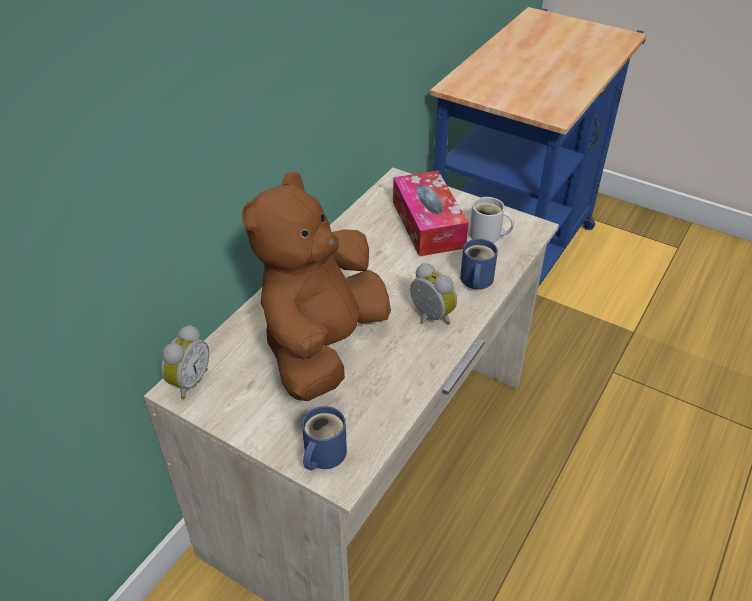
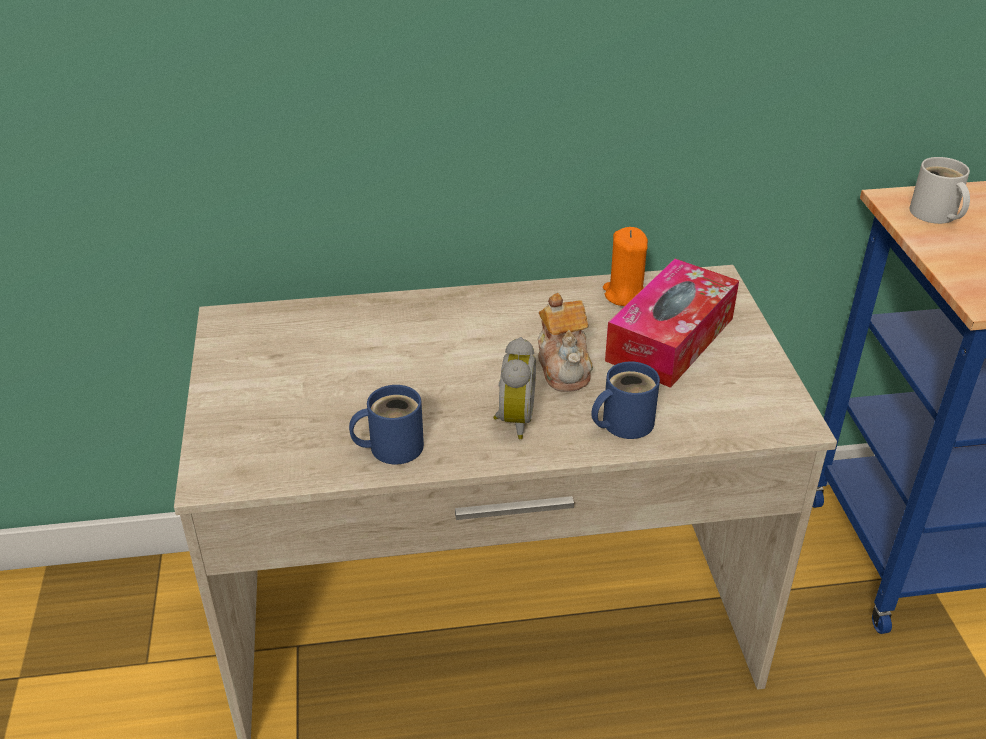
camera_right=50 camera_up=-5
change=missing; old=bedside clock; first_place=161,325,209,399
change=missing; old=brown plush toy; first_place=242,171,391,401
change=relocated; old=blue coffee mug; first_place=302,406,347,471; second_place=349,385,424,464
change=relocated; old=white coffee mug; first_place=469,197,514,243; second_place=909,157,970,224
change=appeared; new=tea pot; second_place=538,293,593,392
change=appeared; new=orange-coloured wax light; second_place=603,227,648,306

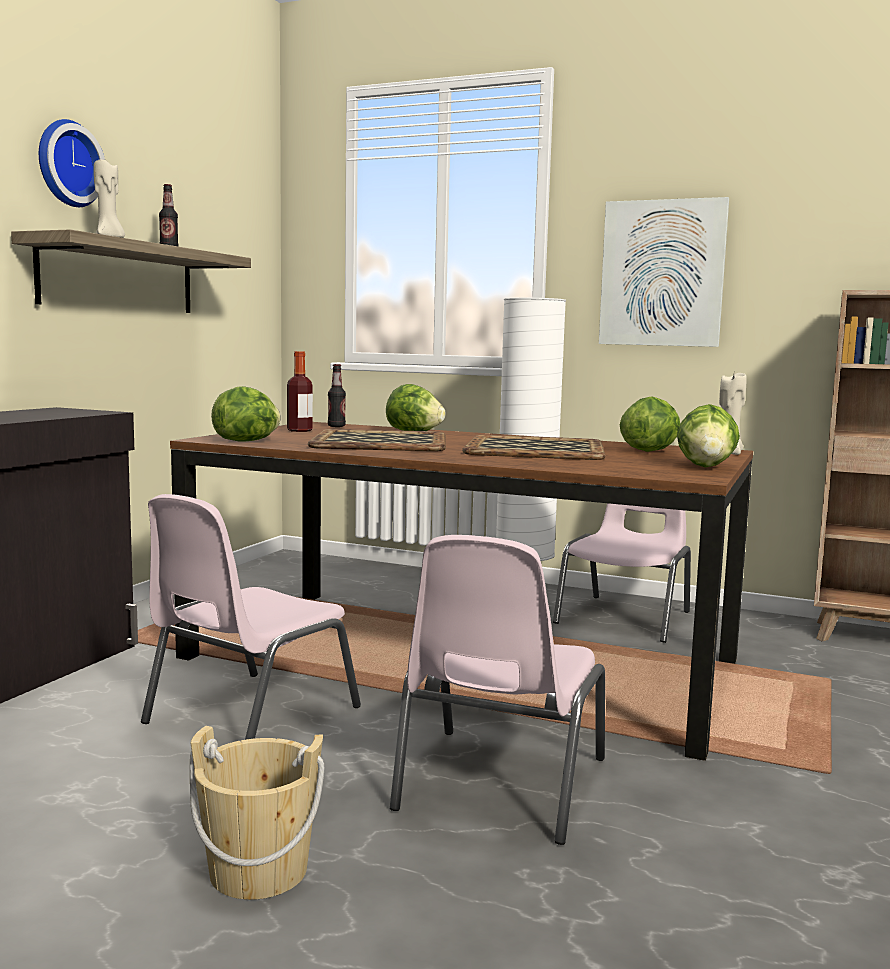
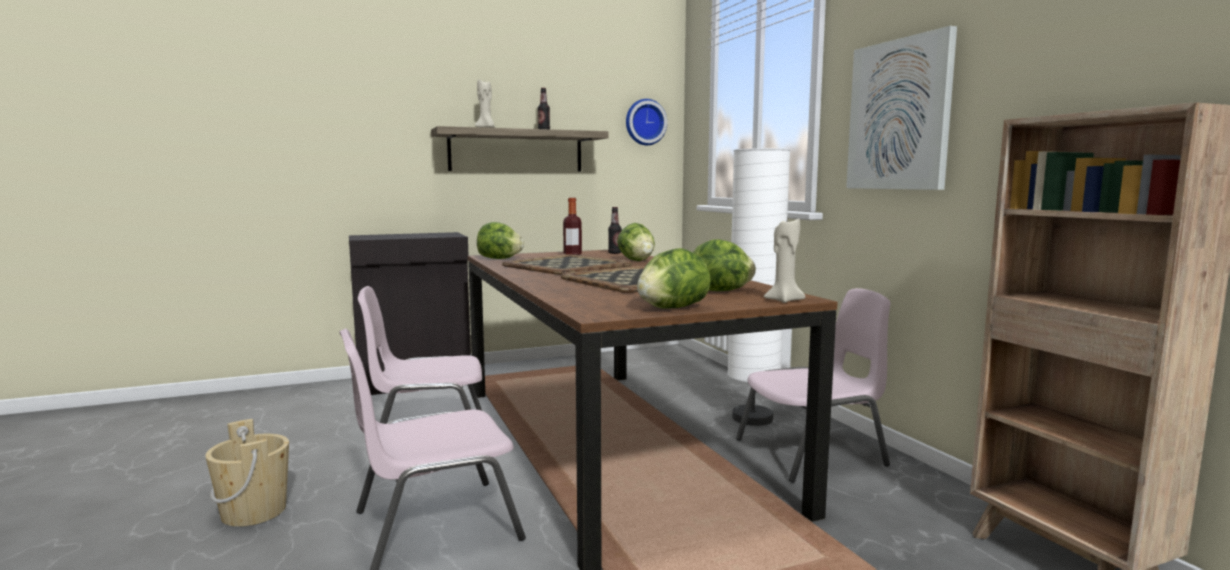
camera_right=45 camera_up=0
change=relocated; old=clock on the wall; first_place=39,119,105,207; second_place=626,99,667,145

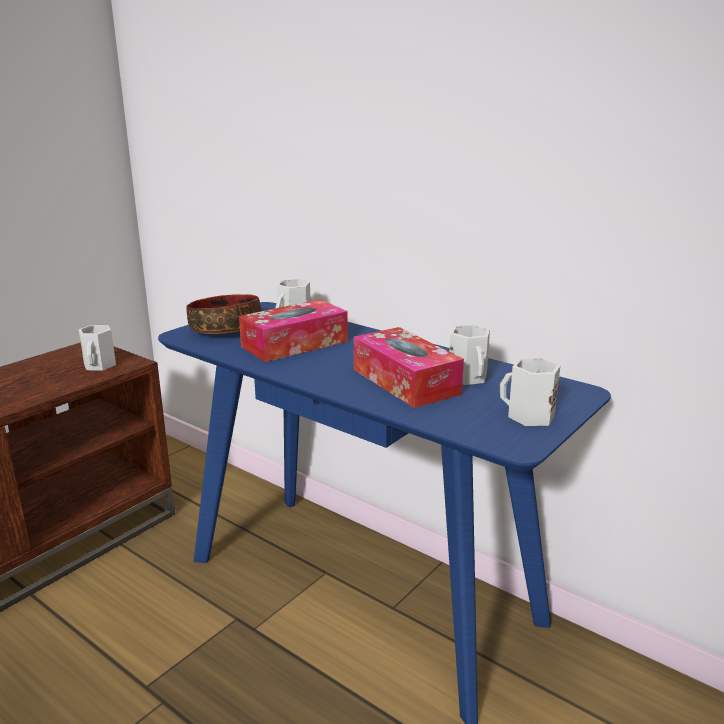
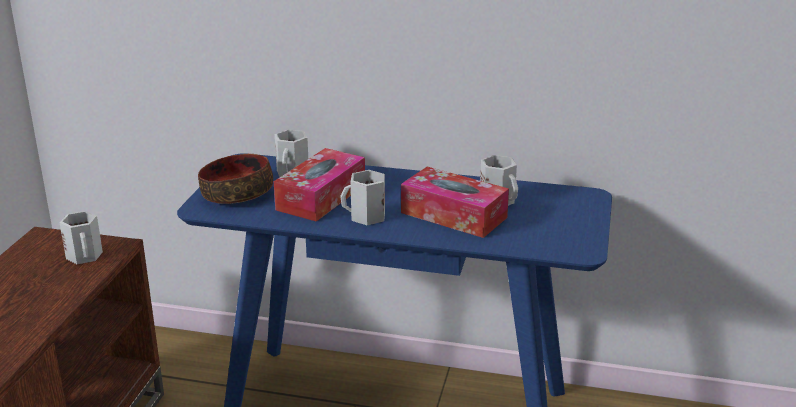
camera_right=-25 camera_up=5
change=relocated; old=white coffee mug; first_place=500,358,560,426; second_place=340,170,385,225

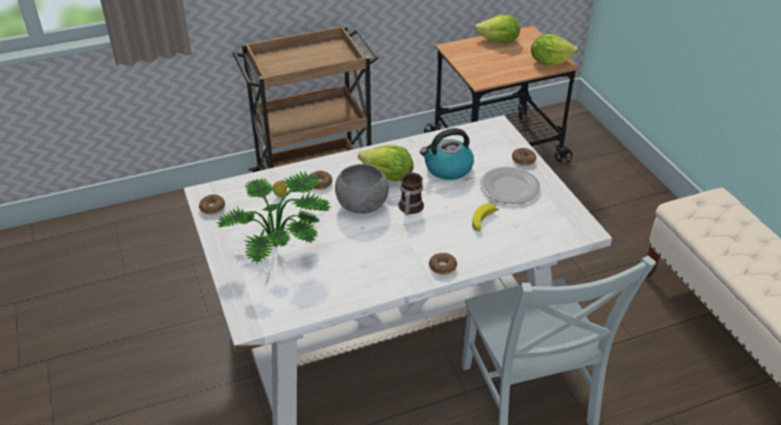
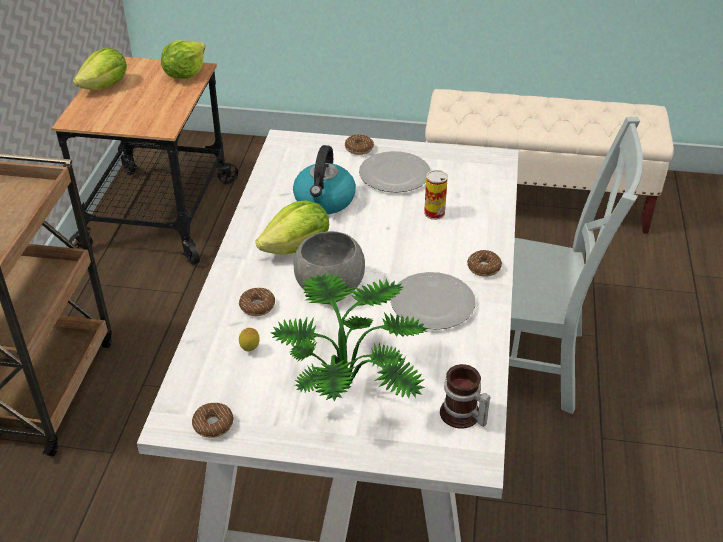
camera_right=-60 camera_up=0
change=relocated; old=coffee mug; first_place=398,173,424,215; second_place=440,364,491,429
change=exchanged; old=banana fruit; new=can; first_place=472,203,499,231; second_place=424,170,448,220
change=appeared; new=plate; second_place=391,272,476,330

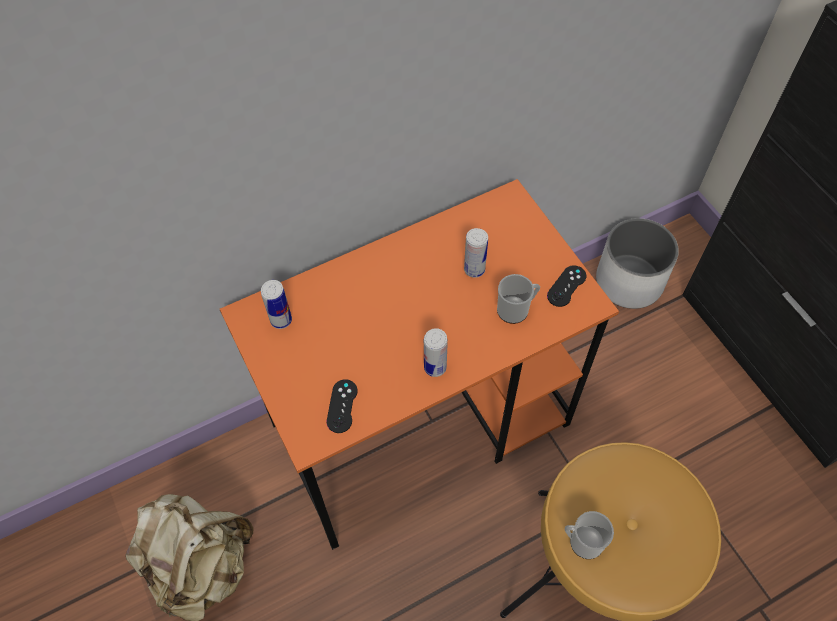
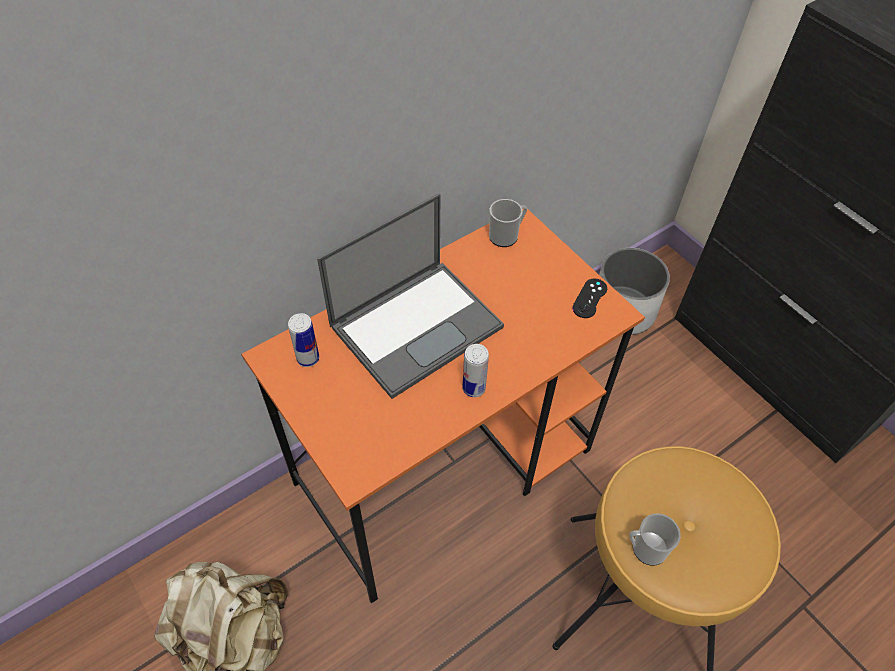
camera_right=-10 camera_up=-5
change=missing; old=blackish gamepad; first_place=326,379,358,433
change=missing; old=can; first_place=464,228,488,278
change=relocated; old=coffee mug; first_place=497,274,540,324; second_place=489,199,527,247
change=appeared; new=portable computer; second_place=317,193,504,399

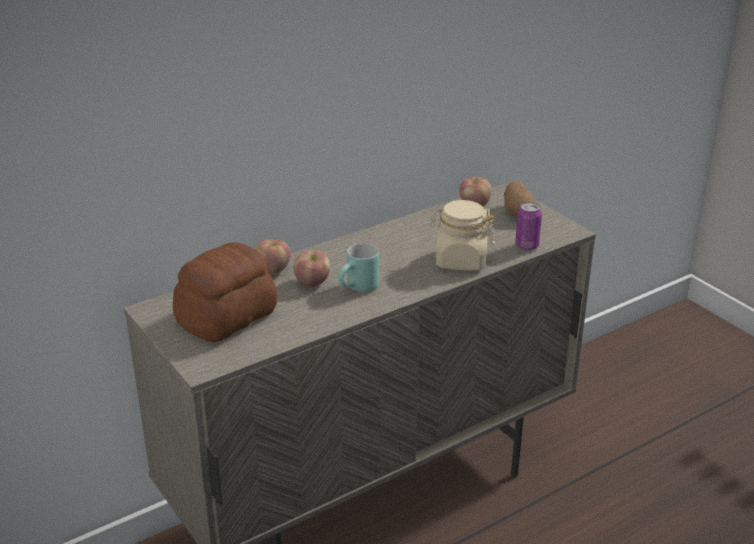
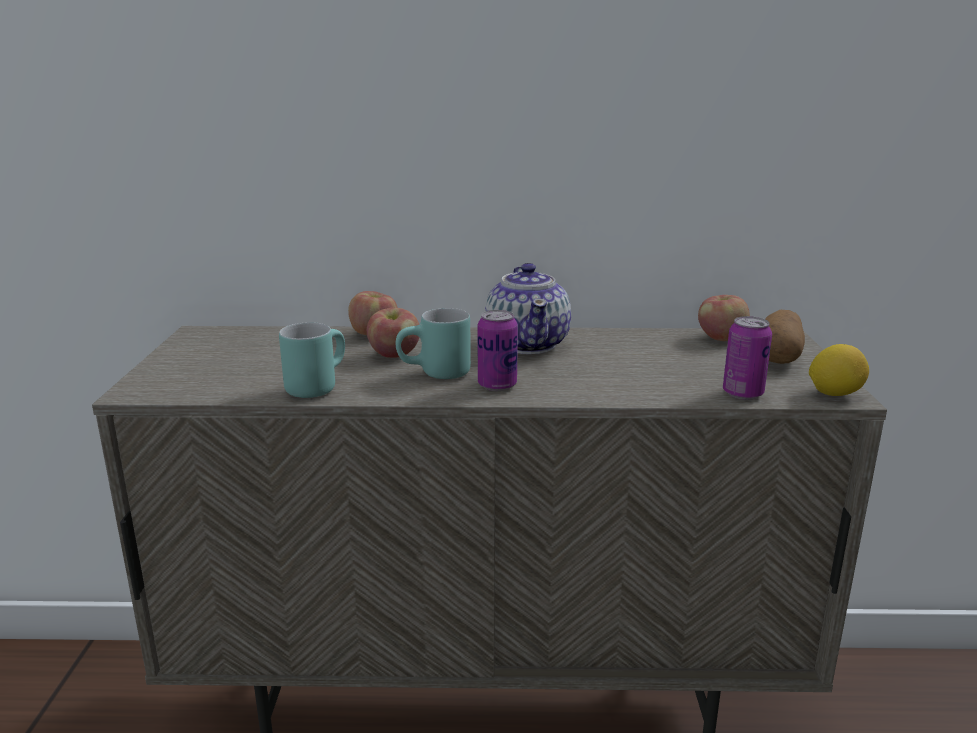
camera_right=35 camera_up=-10
change=missing; old=bakery bread; first_place=173,242,277,342
change=missing; old=sand-coloured preserve jar; first_place=429,200,495,271
change=appeared; new=turquoise coffee mug; second_place=279,322,345,398
change=appeared; new=can; second_place=477,310,518,391
change=appeared; new=tea pot; second_place=485,263,571,354
change=appeared; new=lemon; second_place=809,344,869,396

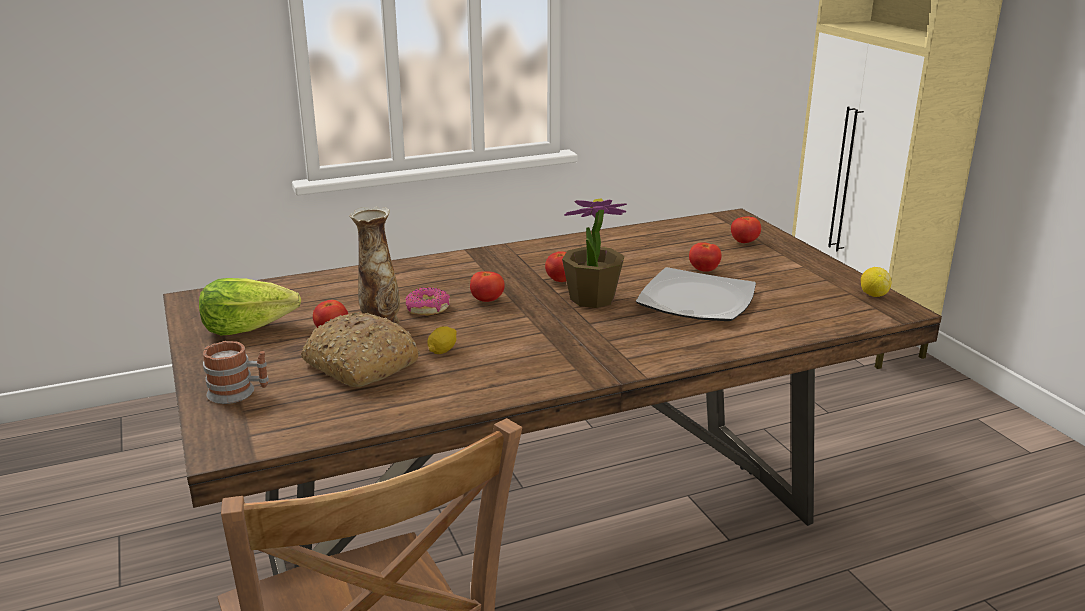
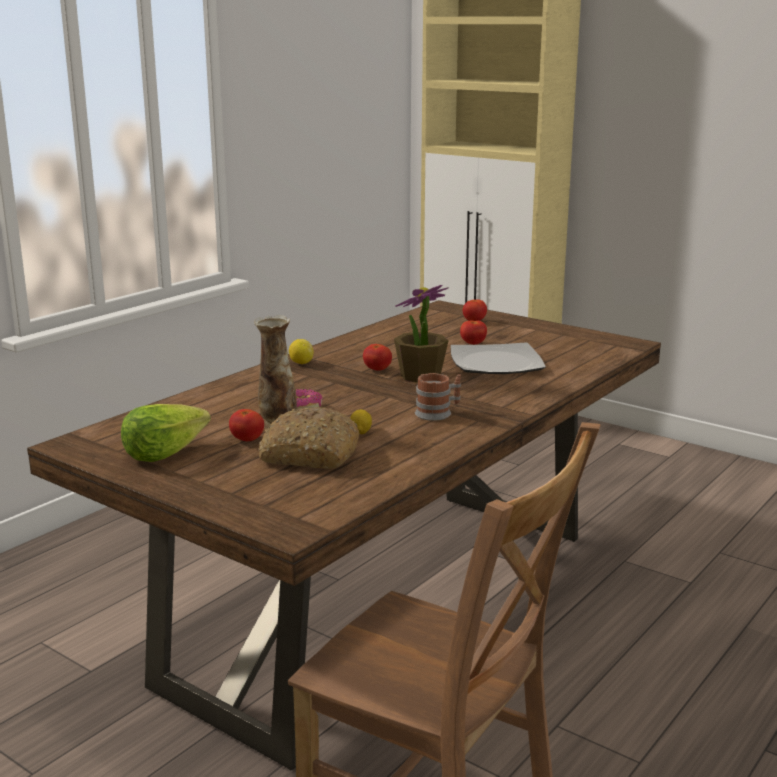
camera_right=-30 camera_up=-5
change=relocated; old=coffee mug; first_place=203,341,269,404; second_place=415,373,461,421
change=missing; old=tomato; first_place=470,271,505,302
change=relocated; old=lemon; first_place=861,267,891,297; second_place=289,339,314,364

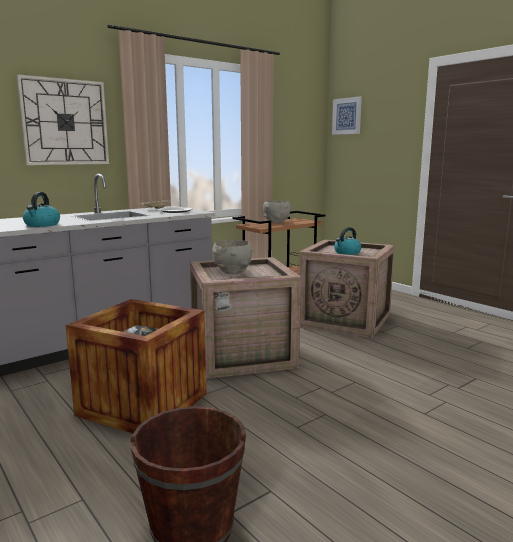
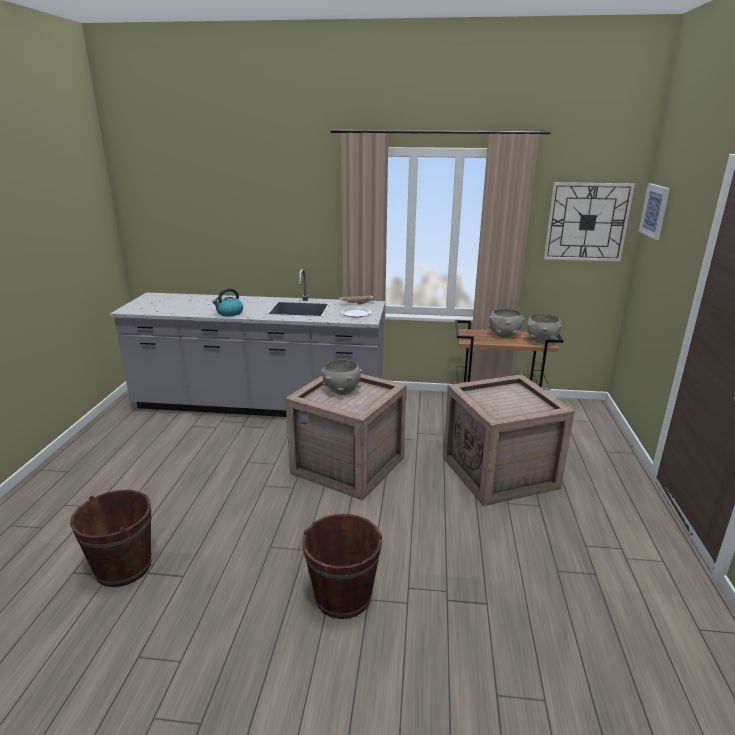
camera_right=45 camera_up=10
change=relocated; old=clock on the wall; first_place=17,74,109,165; second_place=544,182,635,262
change=missing; old=packing crate; first_place=66,299,206,433
change=missing; old=kettle; first_place=334,227,361,255
change=appeared; new=brown pail; second_place=302,514,382,619
change=appeared; new=grey bowl; second_place=527,314,562,344

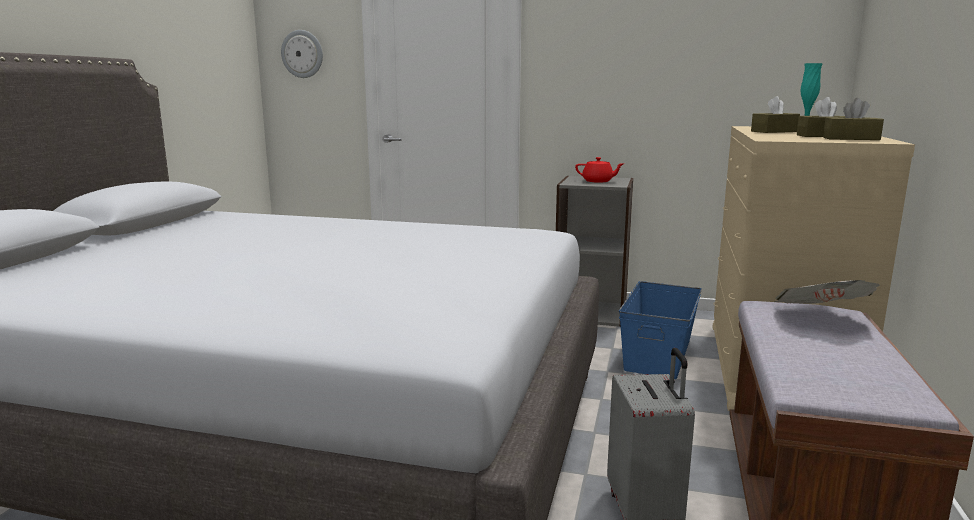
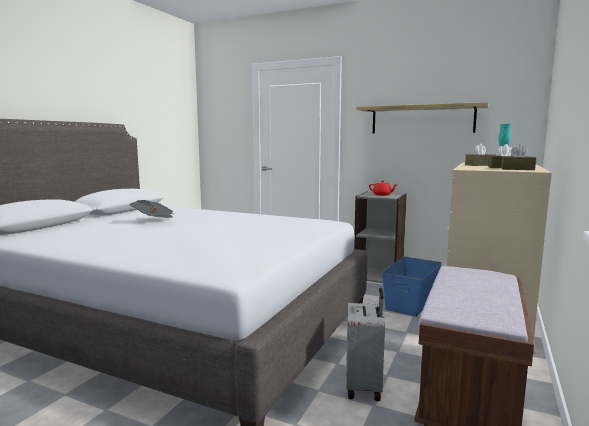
camera_right=10 camera_up=-5
change=missing; old=clock on the wall; first_place=281,30,323,78
change=relocated; old=daily paper; first_place=774,280,880,304; second_place=129,200,173,218
change=appeared; new=wall shelf; second_place=356,102,488,133

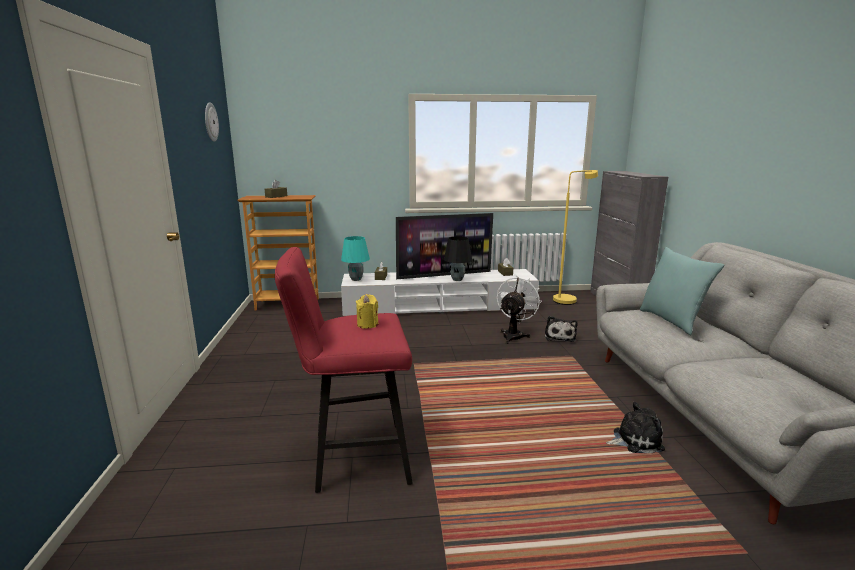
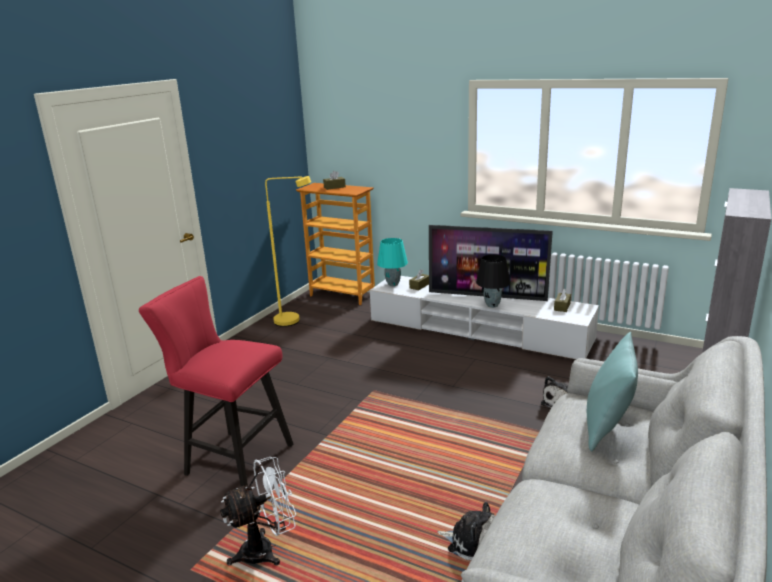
camera_right=35 camera_up=5
change=missing; old=clock on the wall; first_place=205,102,219,142
change=missing; old=yellow-coloured wax light; first_place=356,294,379,329
change=relocated; old=white fan; first_place=497,276,542,344; second_place=220,457,296,566
change=relocated; old=yellow-coloured standard lamp; first_place=553,170,598,305; second_place=265,176,311,327

